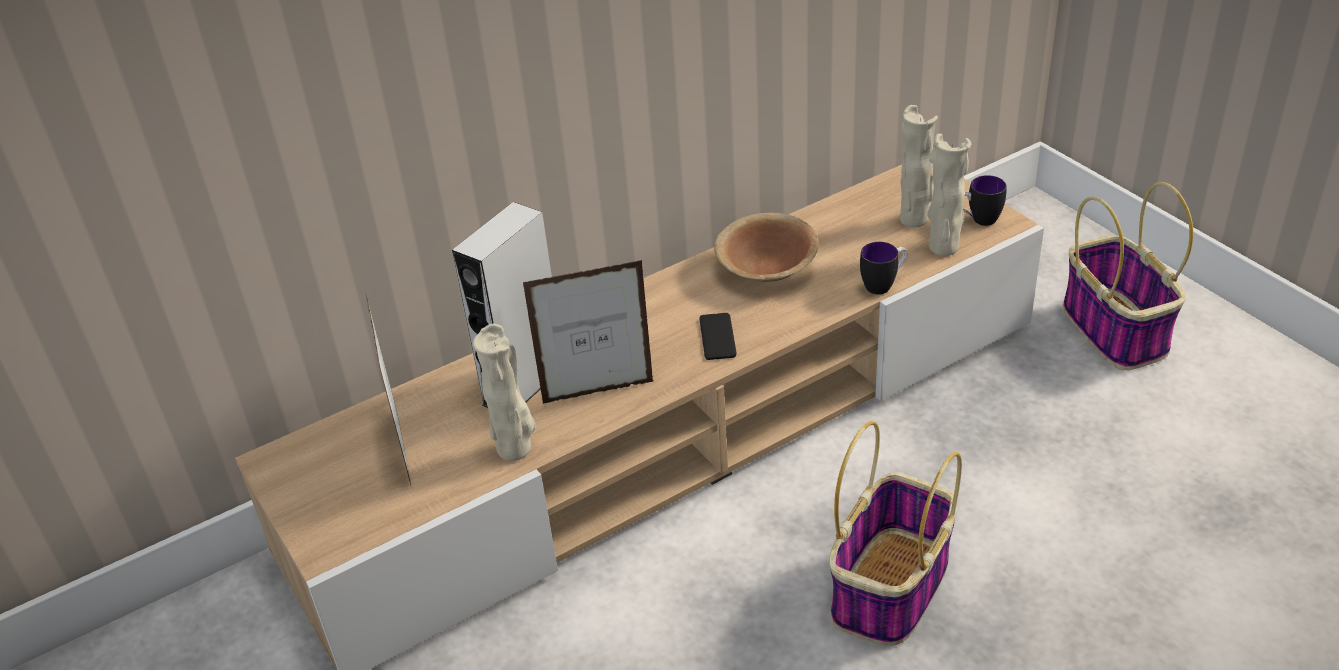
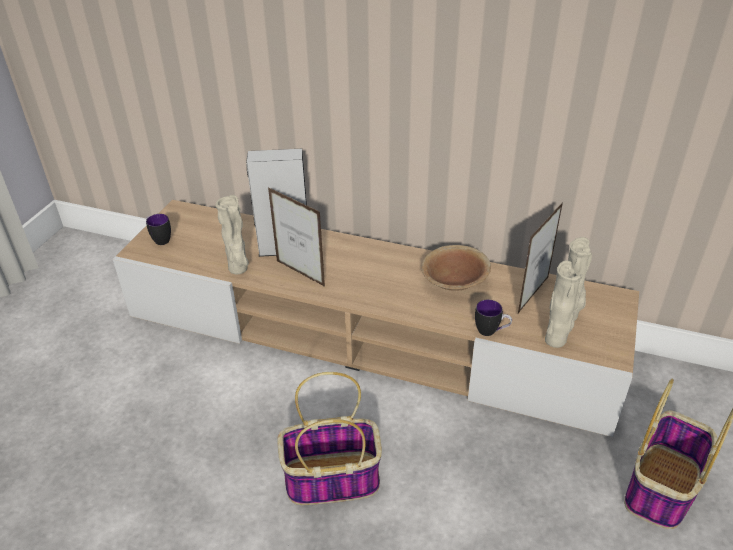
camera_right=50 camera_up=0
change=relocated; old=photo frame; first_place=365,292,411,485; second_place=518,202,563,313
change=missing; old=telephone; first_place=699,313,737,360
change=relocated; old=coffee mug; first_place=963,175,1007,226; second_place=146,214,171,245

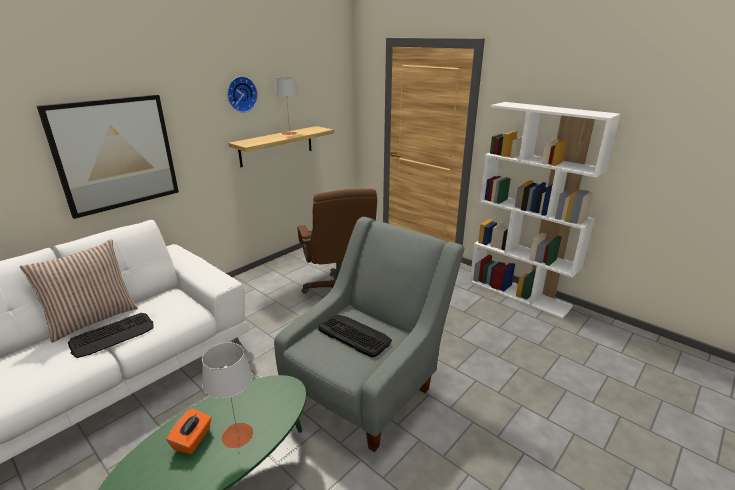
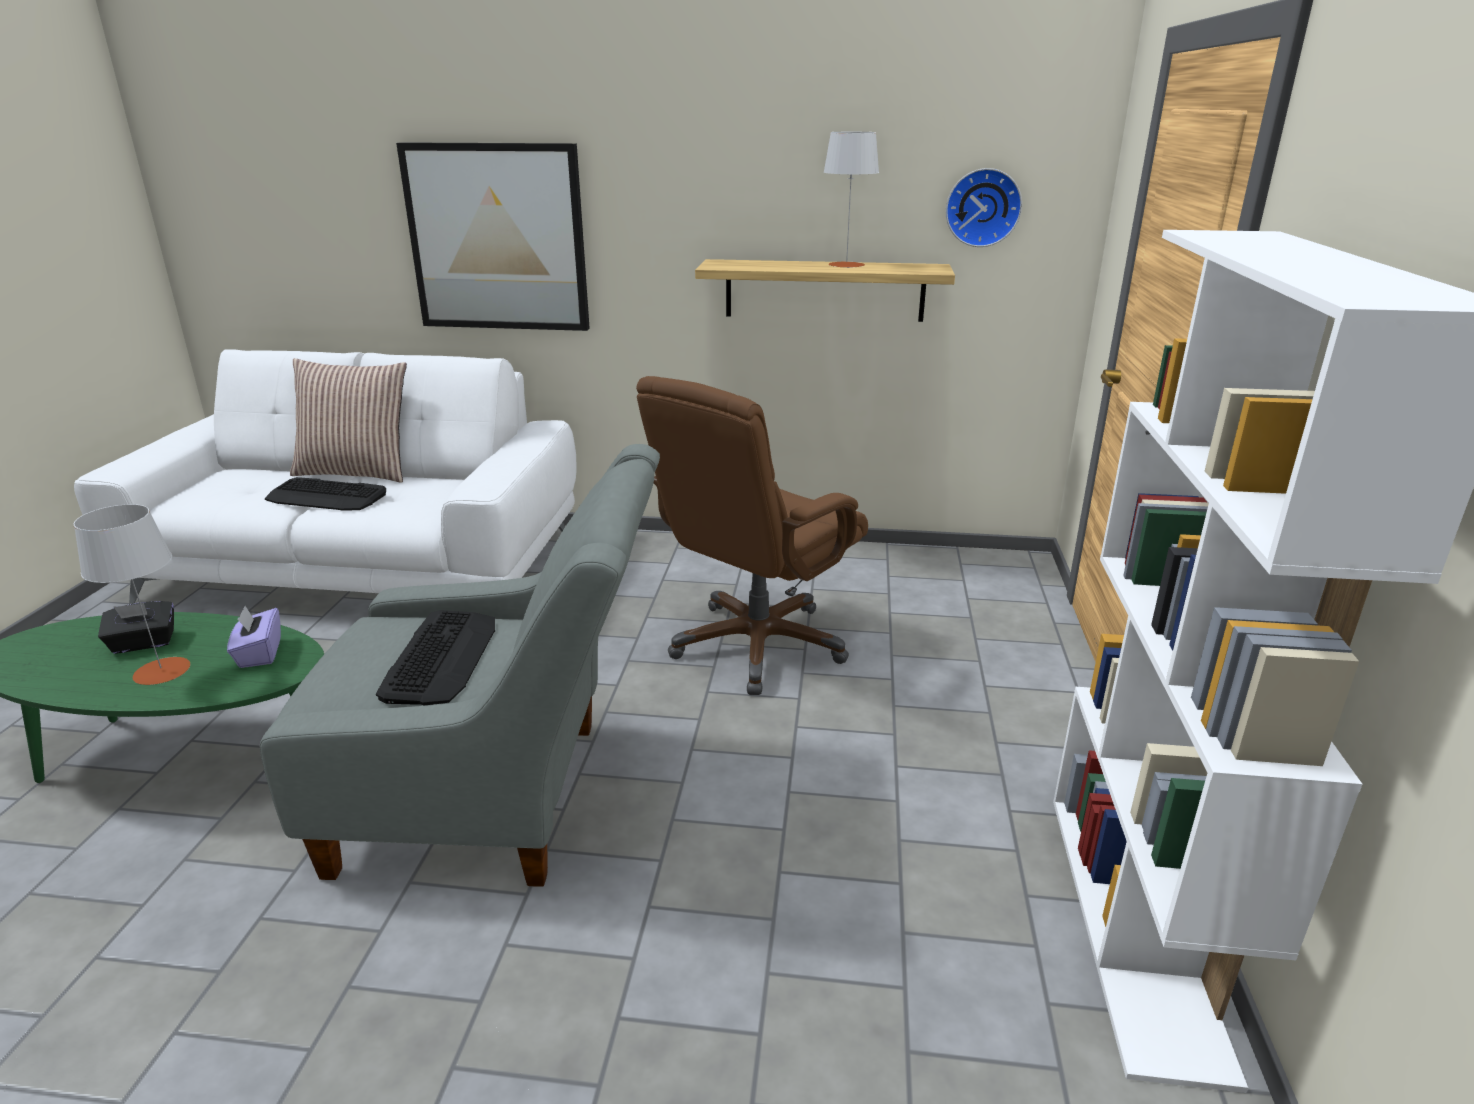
camera_right=55 camera_up=0
change=colour; old=orange-coloured tissue box; new=blackish tissue box; first_place=166,408,212,454; second_place=98,601,174,654
change=relocated; old=clock on the wall; first_place=227,76,258,113; second_place=946,168,1022,247
change=appeared; new=purple-coloured tissue box; second_place=227,606,281,668

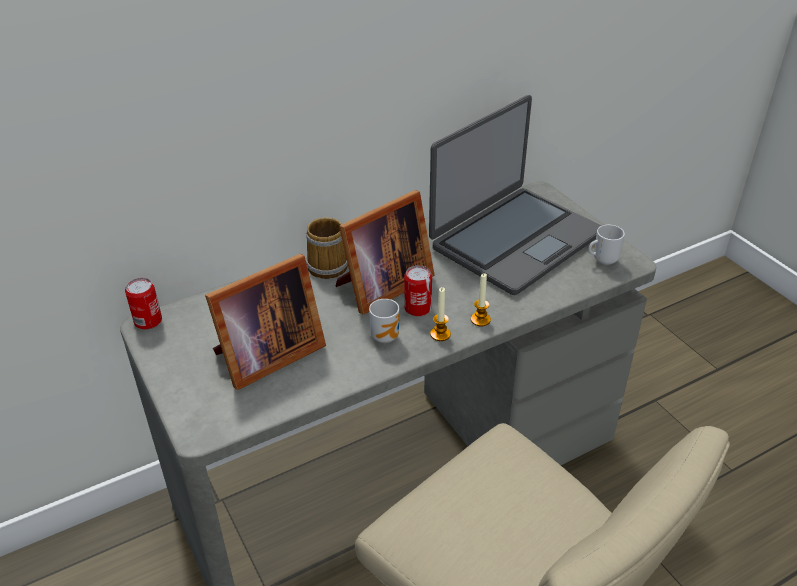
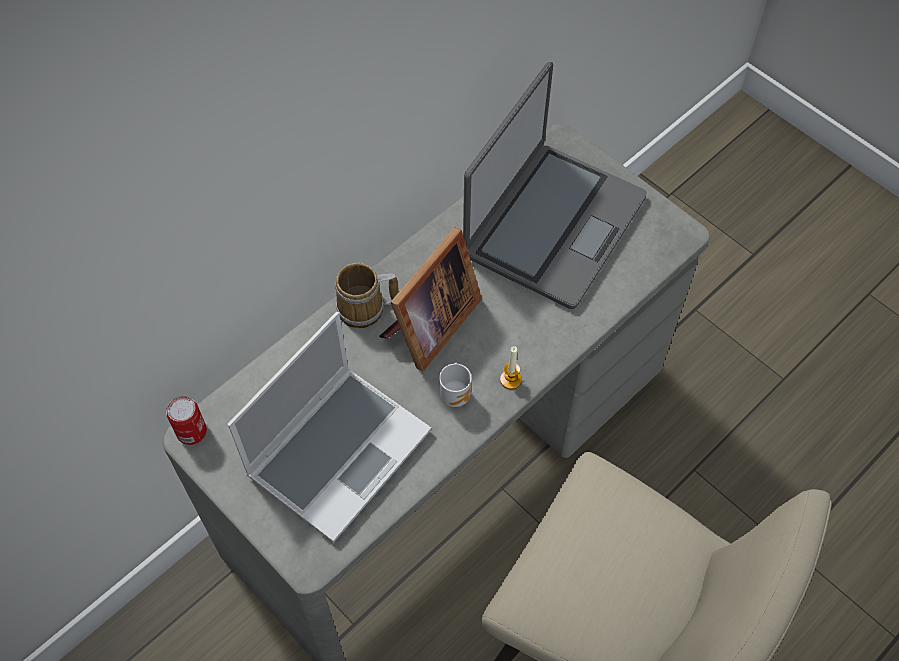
camera_right=-15 camera_up=20
change=exchanged; old=photo frame; new=portable computer; first_place=205,254,326,390; second_place=228,312,431,543
change=missing; old=can; first_place=404,265,432,316
change=missing; old=wax light; first_place=471,273,491,326
change=missing; old=coffee mug; first_place=588,225,625,265

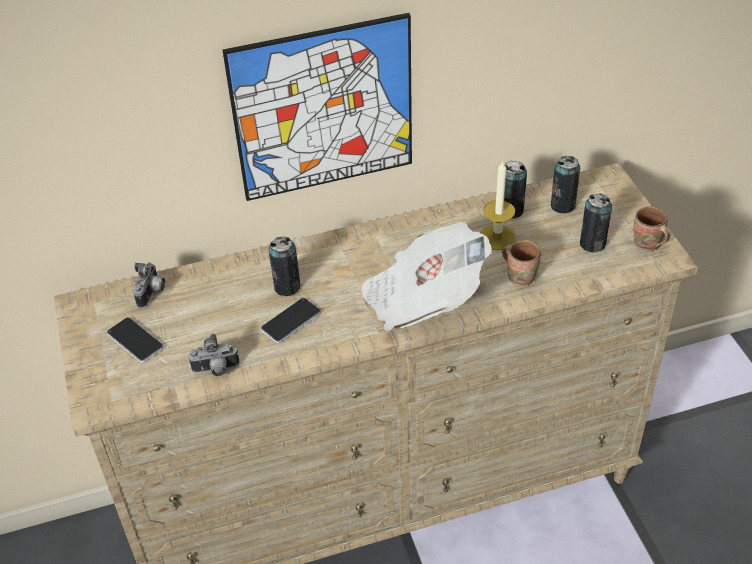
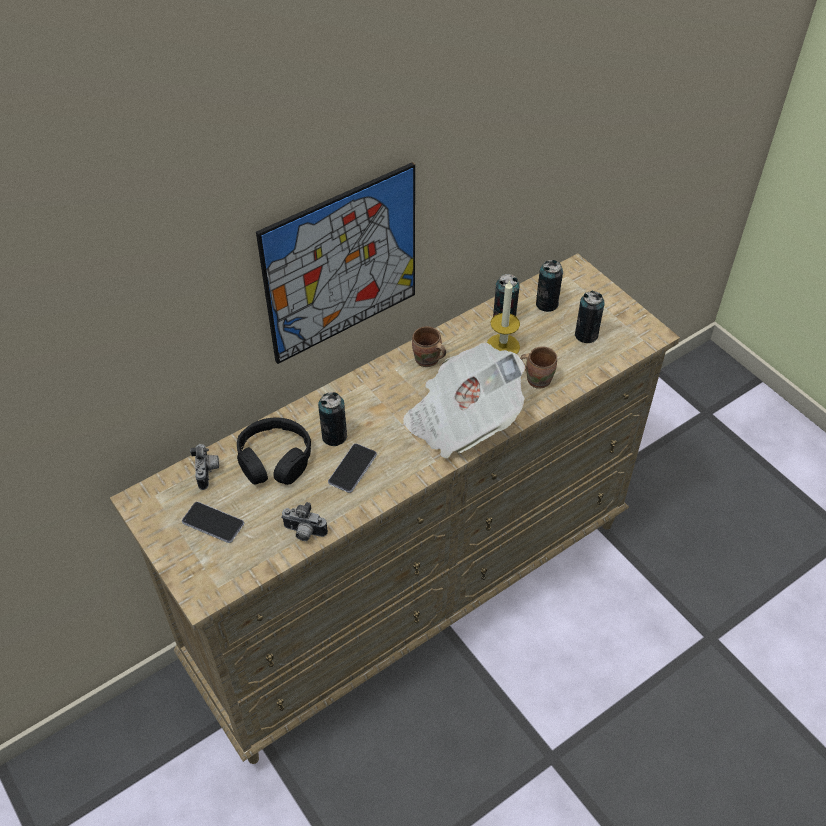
camera_right=-20 camera_up=5
change=spun; old=still camera; first_place=188,334,240,376; second_place=281,502,328,541; degrees=45
change=relocated; old=brown coffee mug; first_place=633,206,670,251; second_place=412,326,446,367
change=appeared; new=blackish headphones; second_place=237,417,311,485

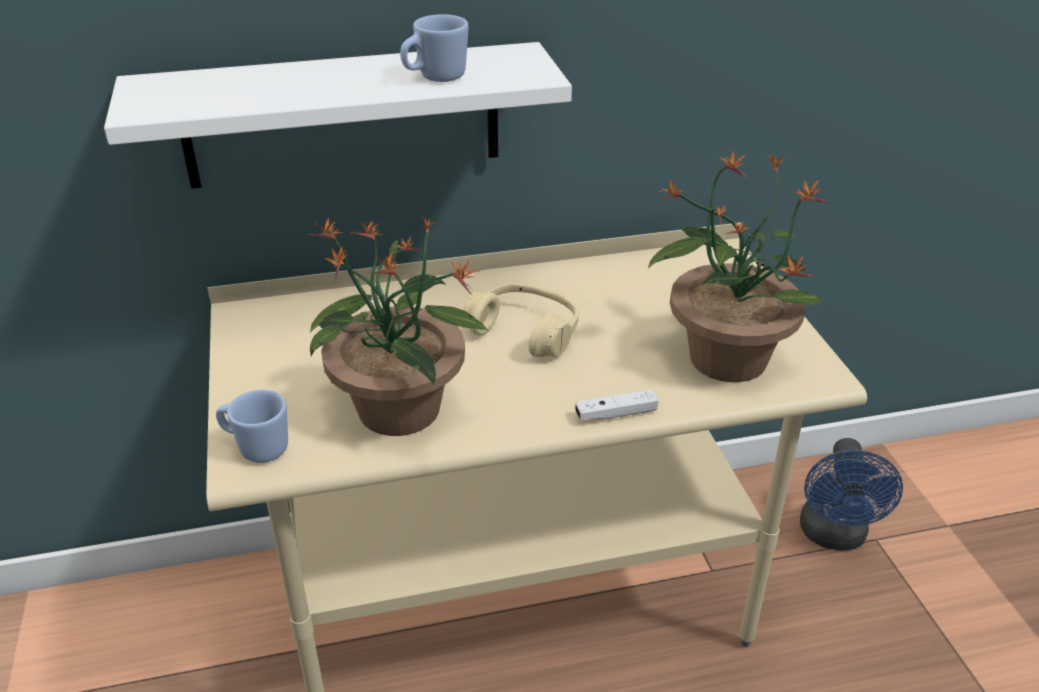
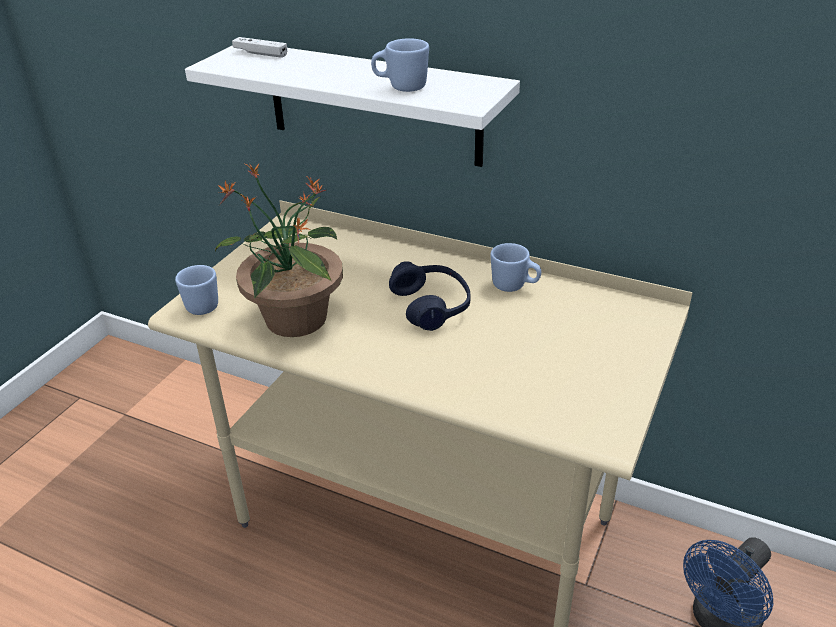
camera_right=40 camera_up=0
change=colour; old=sand-coloured headphones; new=blue headphones; first_place=463,284,579,357; second_place=389,261,470,331
change=relocated; old=white gamepad; first_place=575,389,659,421; second_place=232,37,287,58
change=missing; old=houseplant; first_place=648,150,830,382
change=appeared; new=blue coffee mug; second_place=490,243,541,292

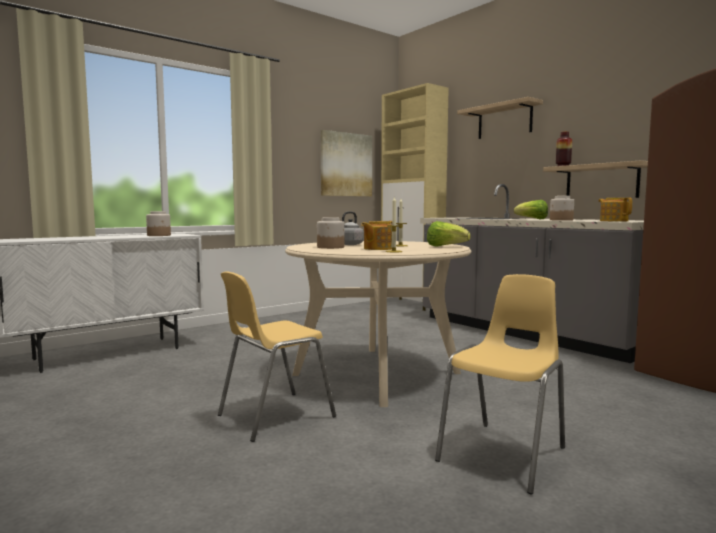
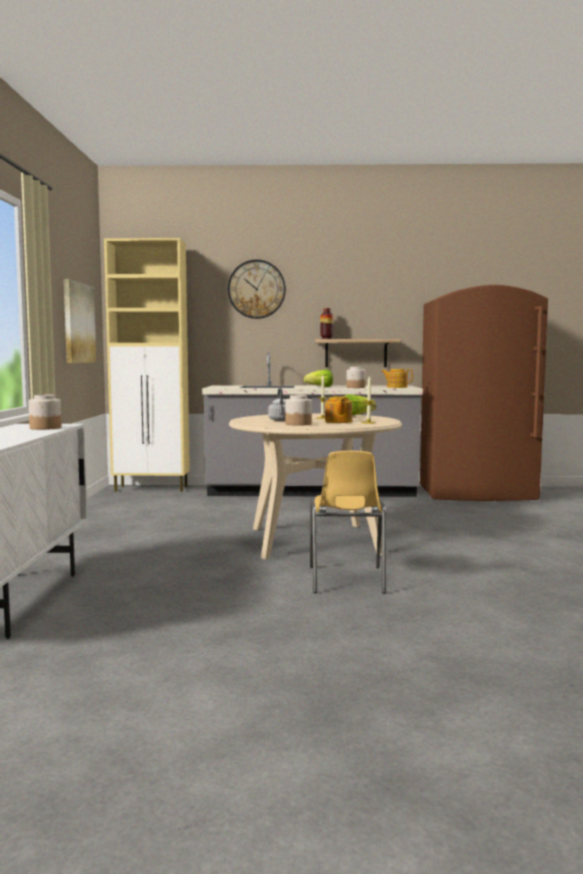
camera_right=-50 camera_up=0
change=missing; old=yellow-coloured upright chair; first_place=435,274,565,495
change=exchanged; old=wall shelf; new=clock on the wall; first_place=457,97,543,139; second_place=228,259,286,319

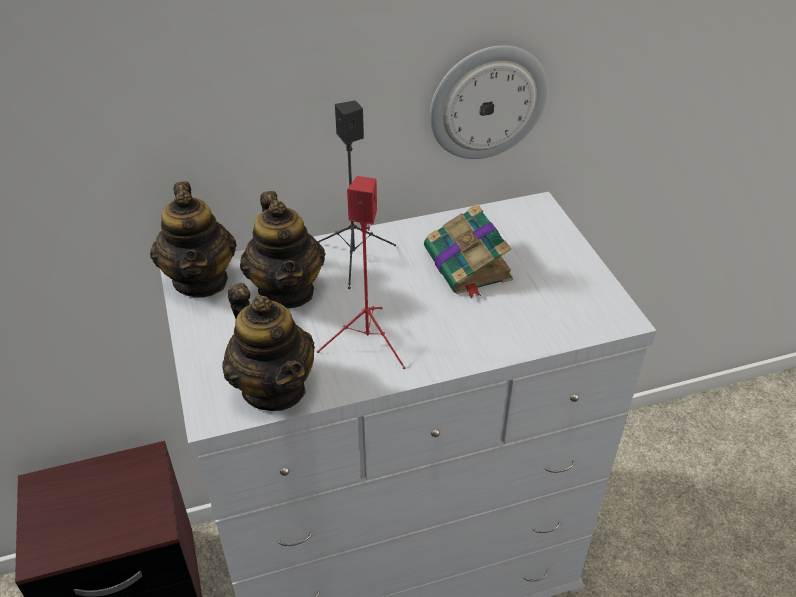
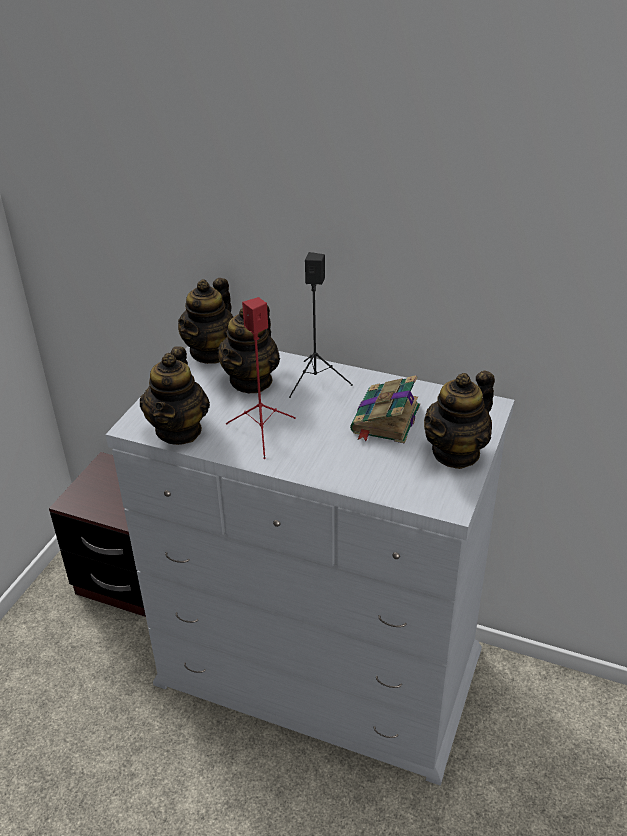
camera_right=40 camera_up=-5
change=missing; old=clock on the wall; first_place=430,45,548,159
change=appeared; new=tea pot; second_place=424,370,495,469

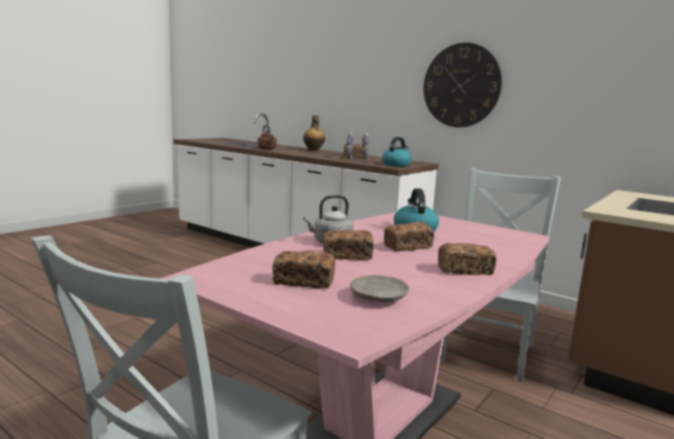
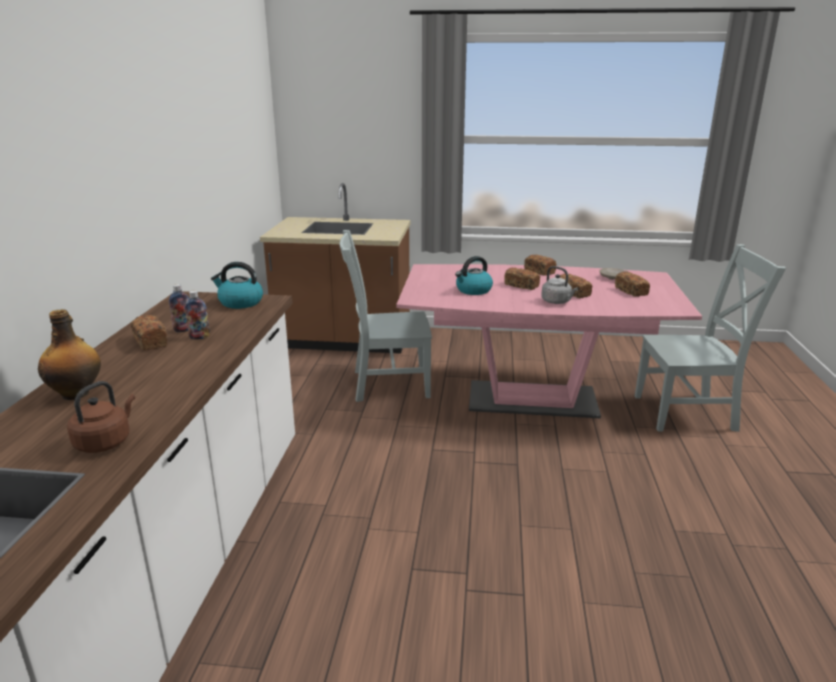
camera_right=-120 camera_up=10
change=missing; old=clock on the wall; first_place=423,42,502,127

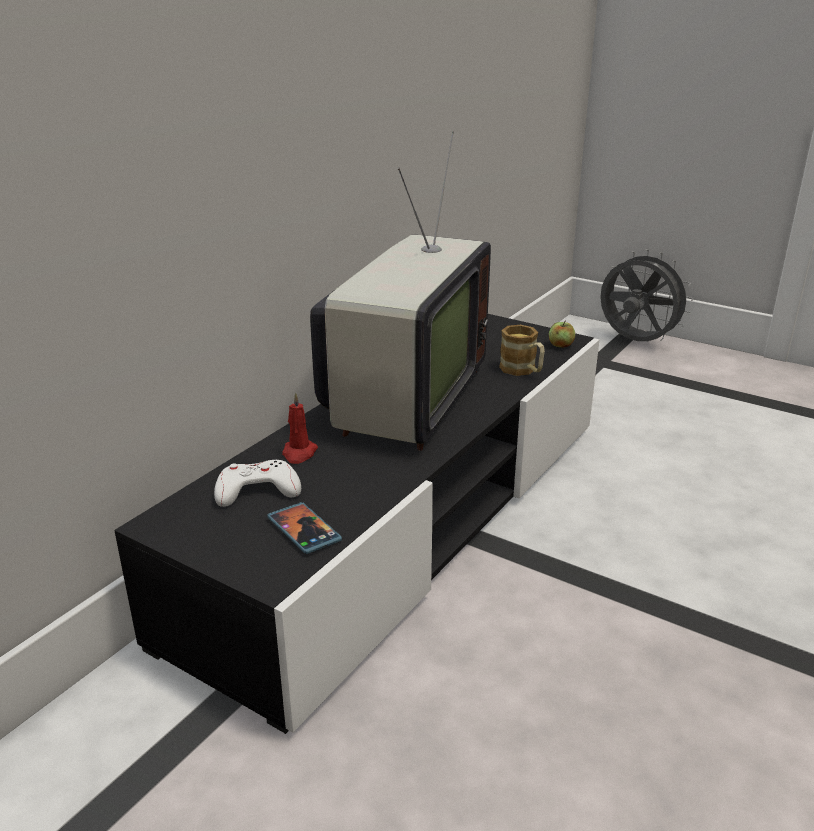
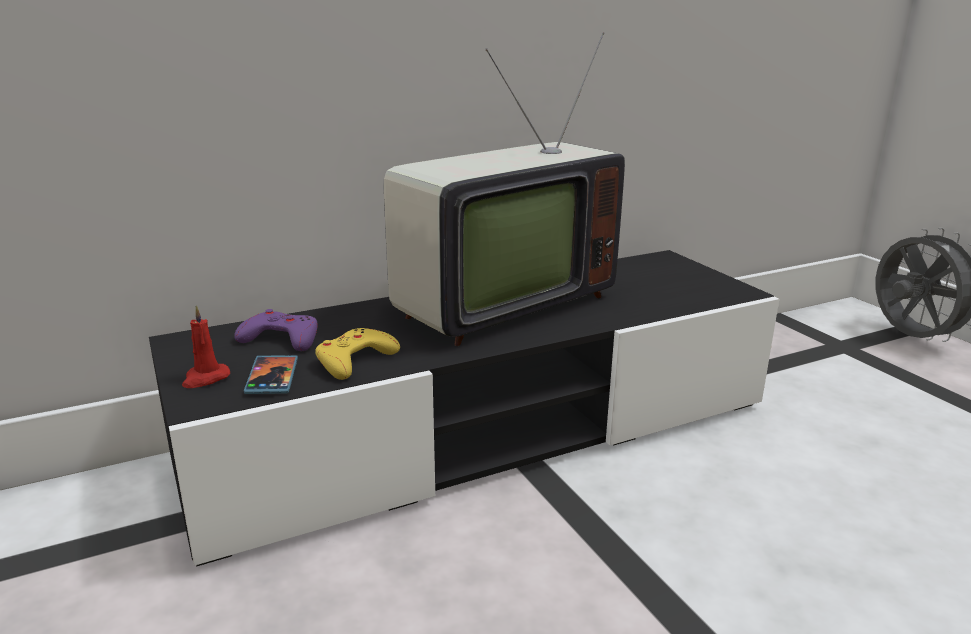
camera_right=30 camera_up=-5
change=colour; old=white gamepad; new=purple-coloured gamepad; first_place=214,460,301,507; second_place=234,309,318,351
change=relocated; old=red-coloured wax light; first_place=282,392,318,464; second_place=182,306,230,388
change=missing; old=coffee mug; first_place=499,325,545,376
change=missing; old=whole apple; first_place=549,320,575,348
change=appeared; new=yellow-coloured gamepad; second_place=315,328,400,380

